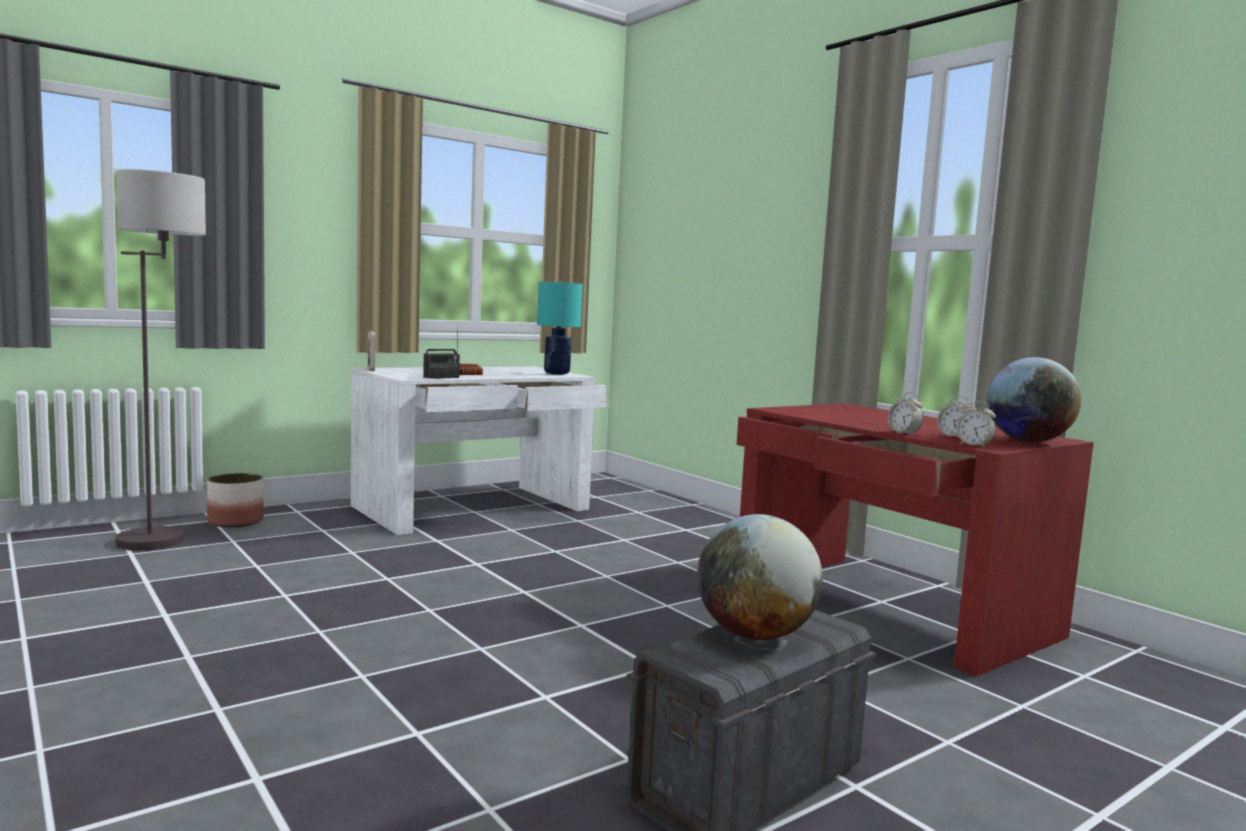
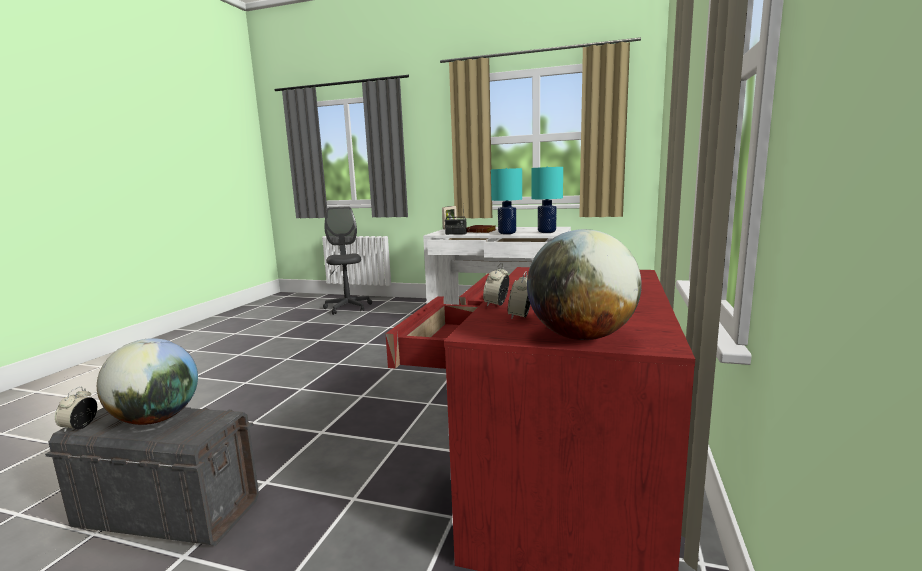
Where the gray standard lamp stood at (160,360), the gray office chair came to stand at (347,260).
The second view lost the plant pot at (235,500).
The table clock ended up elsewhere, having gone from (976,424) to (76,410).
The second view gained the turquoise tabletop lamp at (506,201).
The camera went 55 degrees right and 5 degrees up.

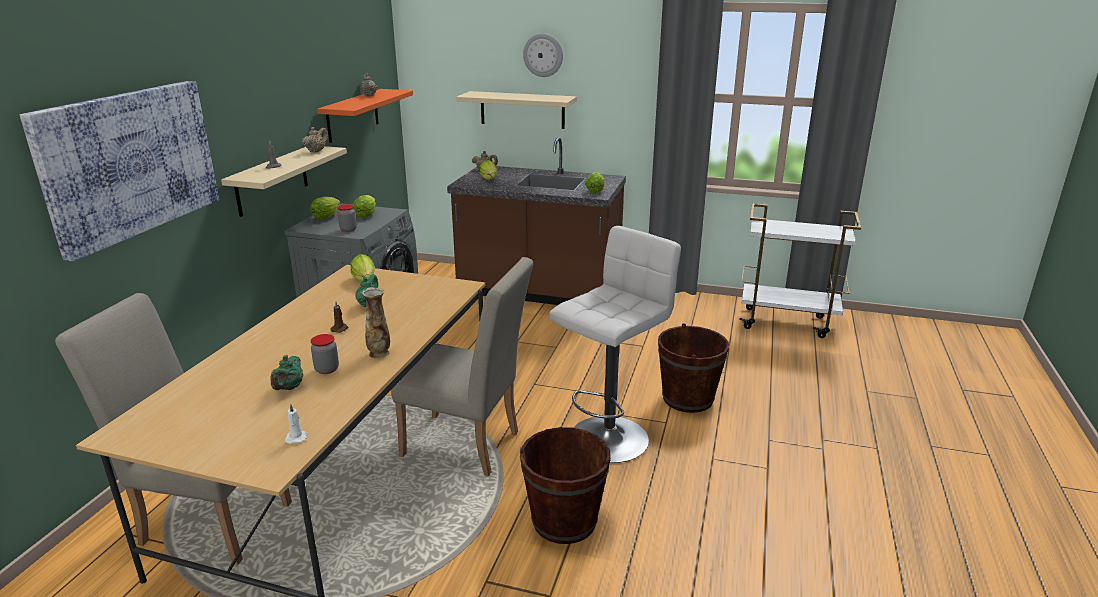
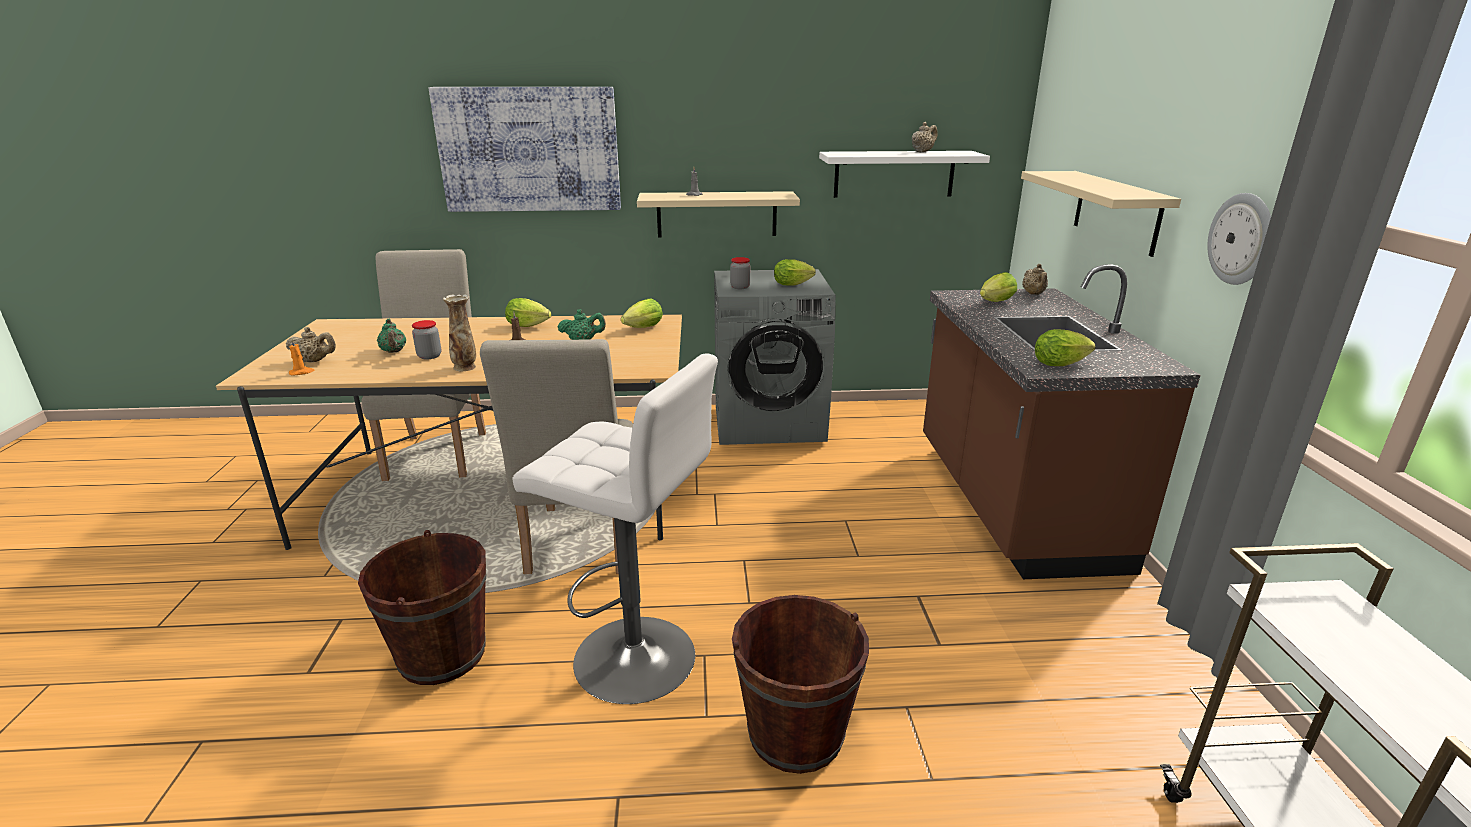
The green-coloured pot for tea at (286,372) ended up facing another way, 105 degrees counterclockwise from before.
What was the whitish candle at (296,423) turned into the orange candle at (302,356).
The sand-coloured pot for tea ended up elsewhere, having gone from (315,140) to (311,344).
The head of lettuce ended up elsewhere, having gone from (325,208) to (528,312).
What was the orange wall shelf at (365,116) turned into the whitish wall shelf at (904,174).
The wall clock ended up elsewhere, having gone from (543,55) to (1239,239).
The camera went 70 degrees right and 0 degrees up.

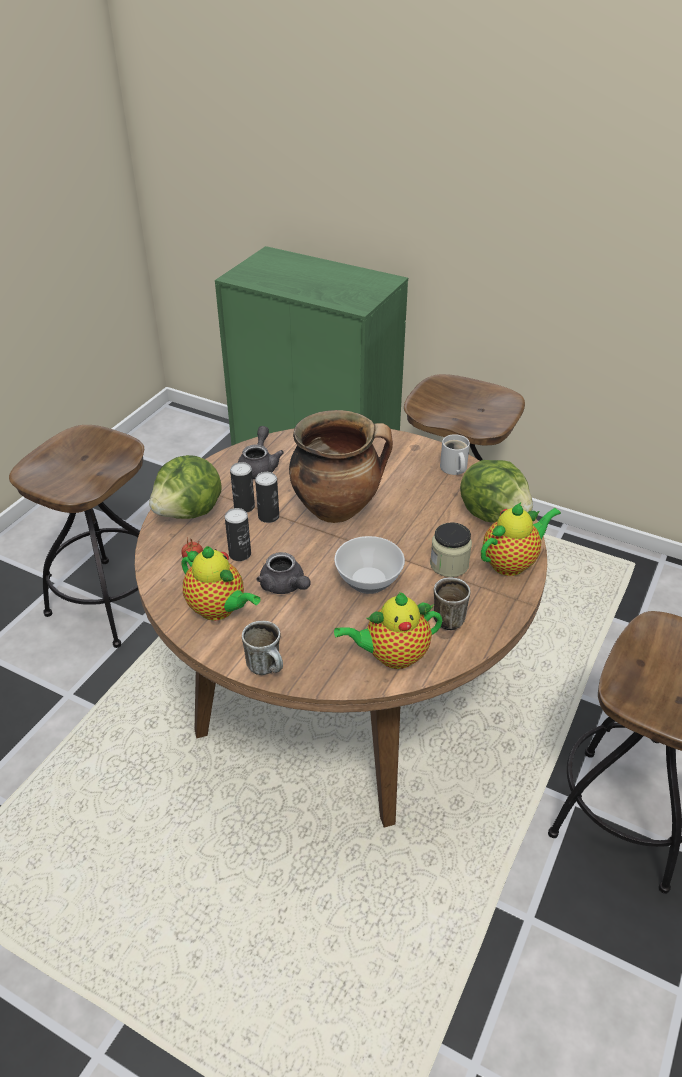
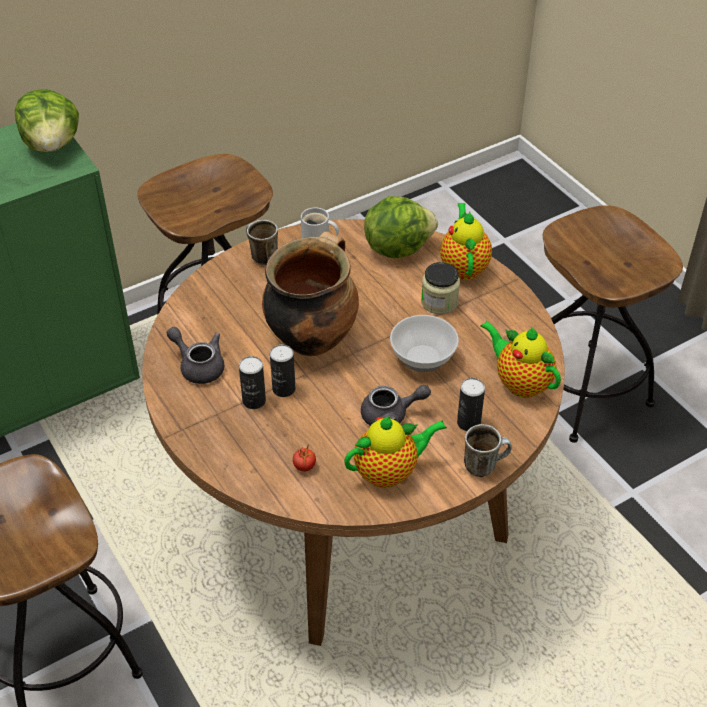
The head of lettuce ended up elsewhere, having gone from (185,487) to (46,120).
The sealed can ended up elsewhere, having gone from (238,534) to (471,404).
The pot for tea at (388,630) ended up facing another way, 120 degrees clockwise from before.
The mug ended up elsewhere, having gone from (452,603) to (262,242).
The camera went 60 degrees left and 5 degrees up.

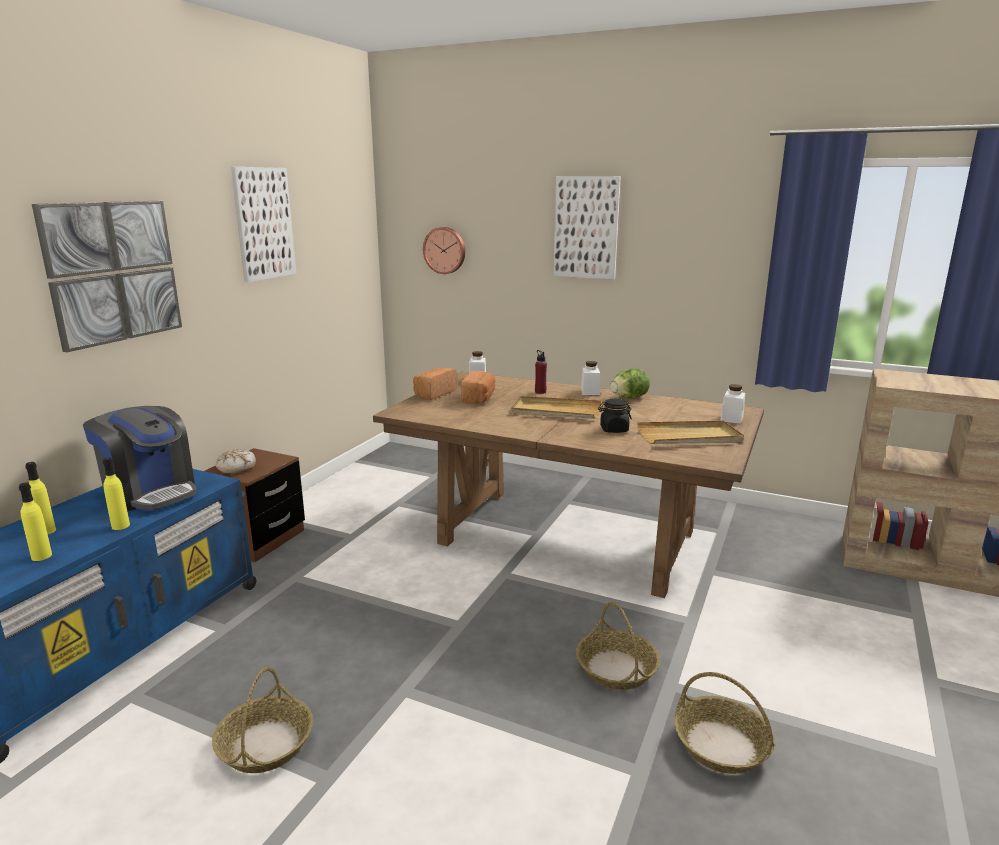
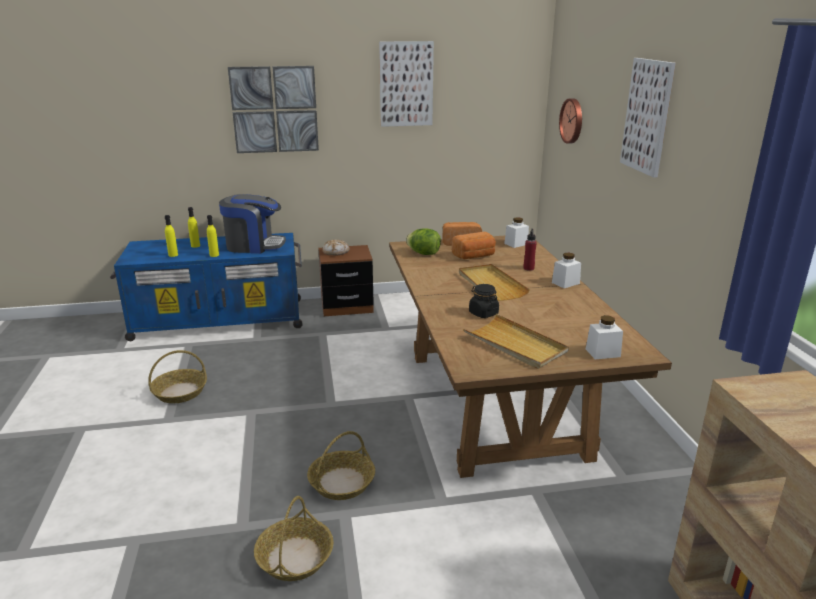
The coffee brewer at (140,458) ended up facing another way, 90 degrees counterclockwise from before.
The head of lettuce ended up elsewhere, having gone from (630,383) to (423,241).
The camera went 55 degrees right and 5 degrees up.

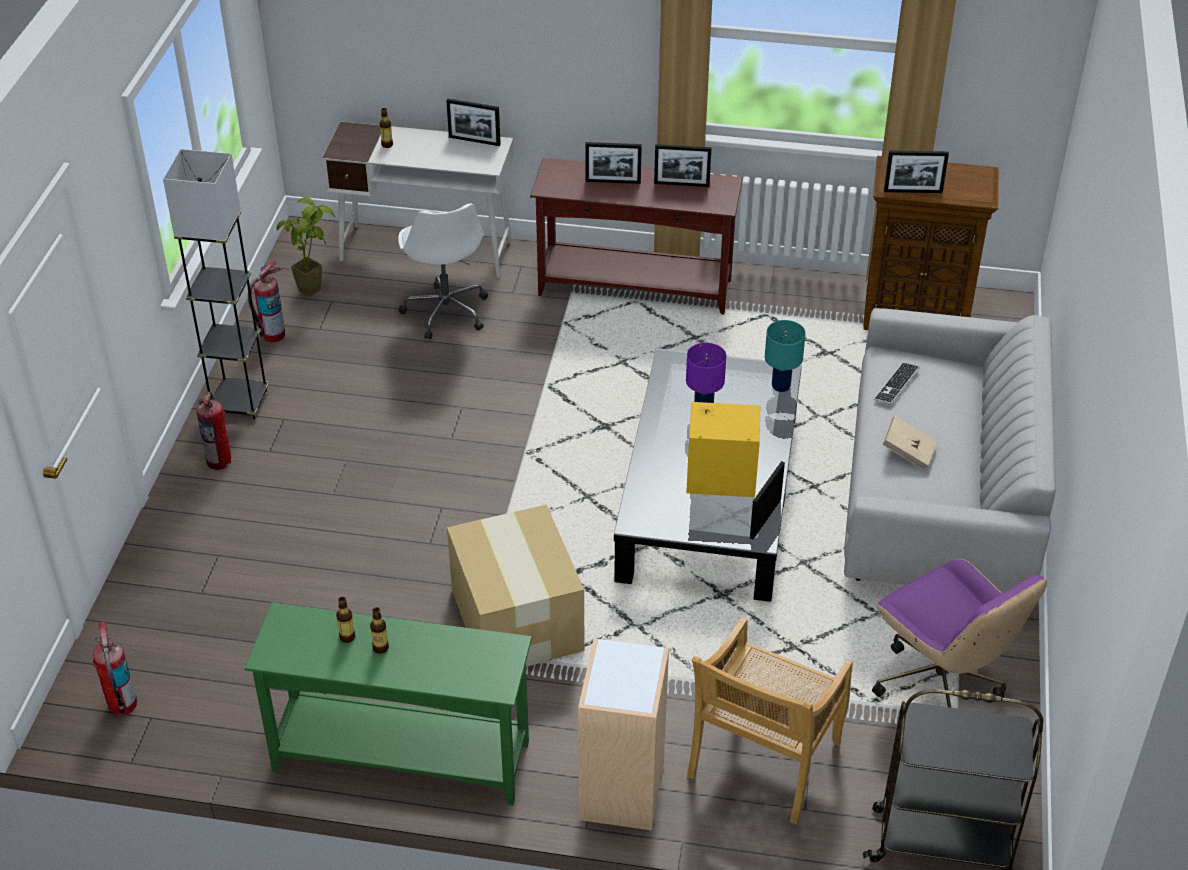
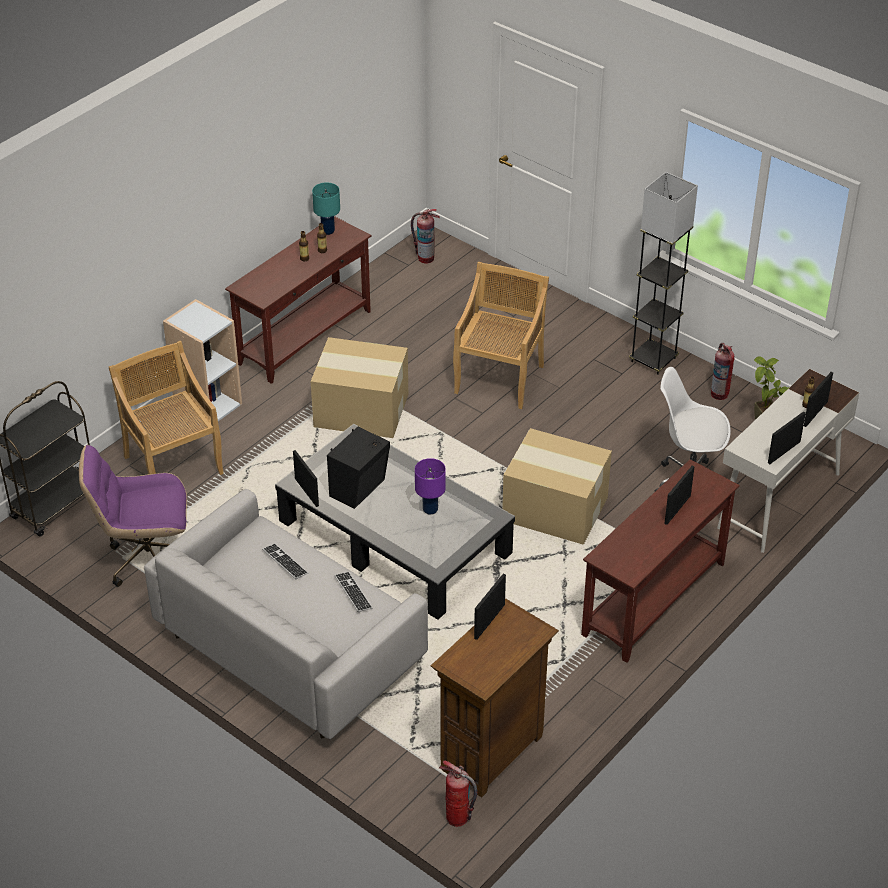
The extinguisher ended up elsewhere, having gone from (213,431) to (458,793).
What was the green-coloured narrow table at (388,704) turned into the brownish narrow table at (298,300).
The picture frame ended up elsewhere, having gone from (683,165) to (818,399).
What was the yellowish loudspeaker at (723,449) turned into the blackish loudspeaker at (358,468).
The turquoise tabletop lamp ended up elsewhere, having gone from (785,356) to (326,208).
Where the sand-coloured volume stood at (909,443), the computer keyboard came to stand at (285,561).
The second view gained the sand-coloured plain chair at (501,335).
The second view gained the packing box at (557,486).
The camera went 120 degrees right and 0 degrees up.

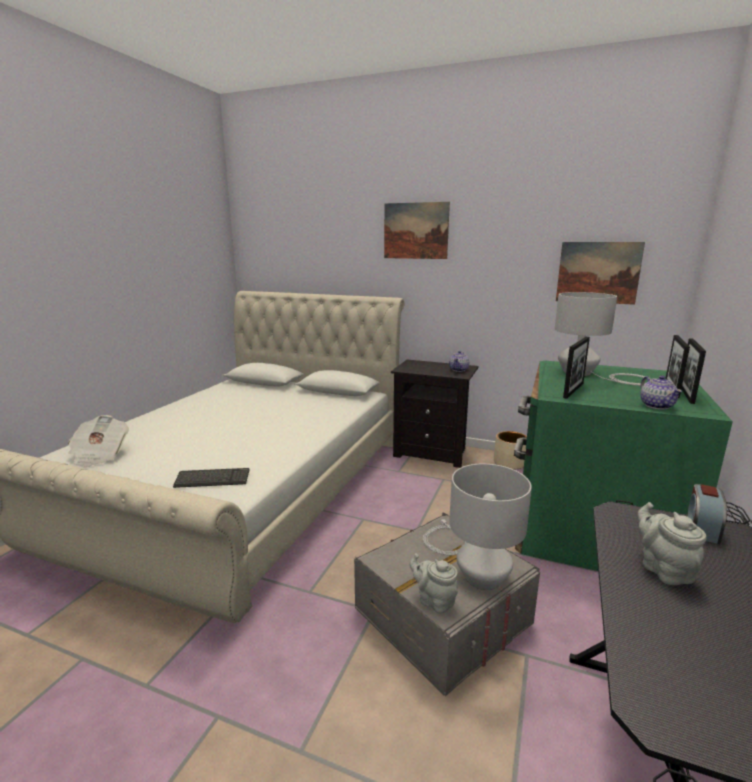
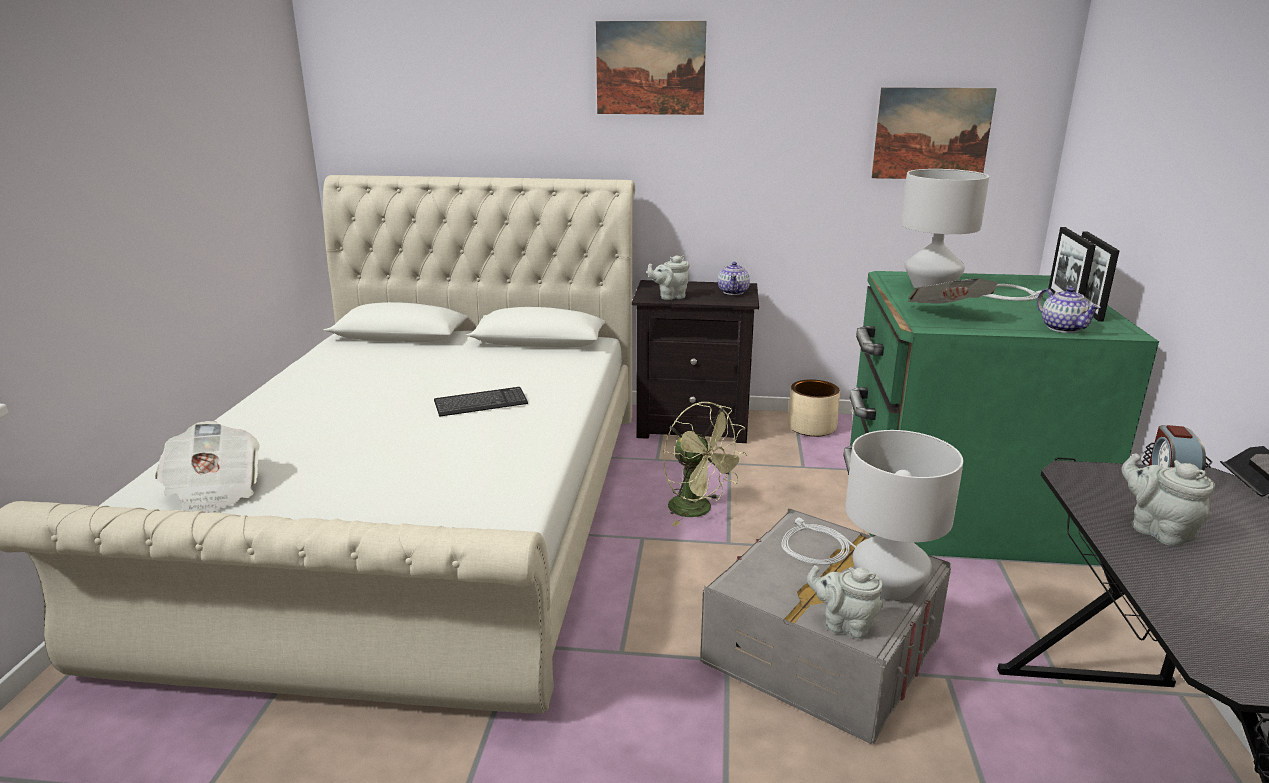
The computer keyboard ended up elsewhere, having gone from (211,478) to (481,402).
Where the picture frame stood at (576,368), the printed paper came to stand at (953,291).
The second view gained the gray pot for tea at (668,277).
The second view gained the green-coloured fan at (705,464).
The camera went 15 degrees left and 5 degrees up.

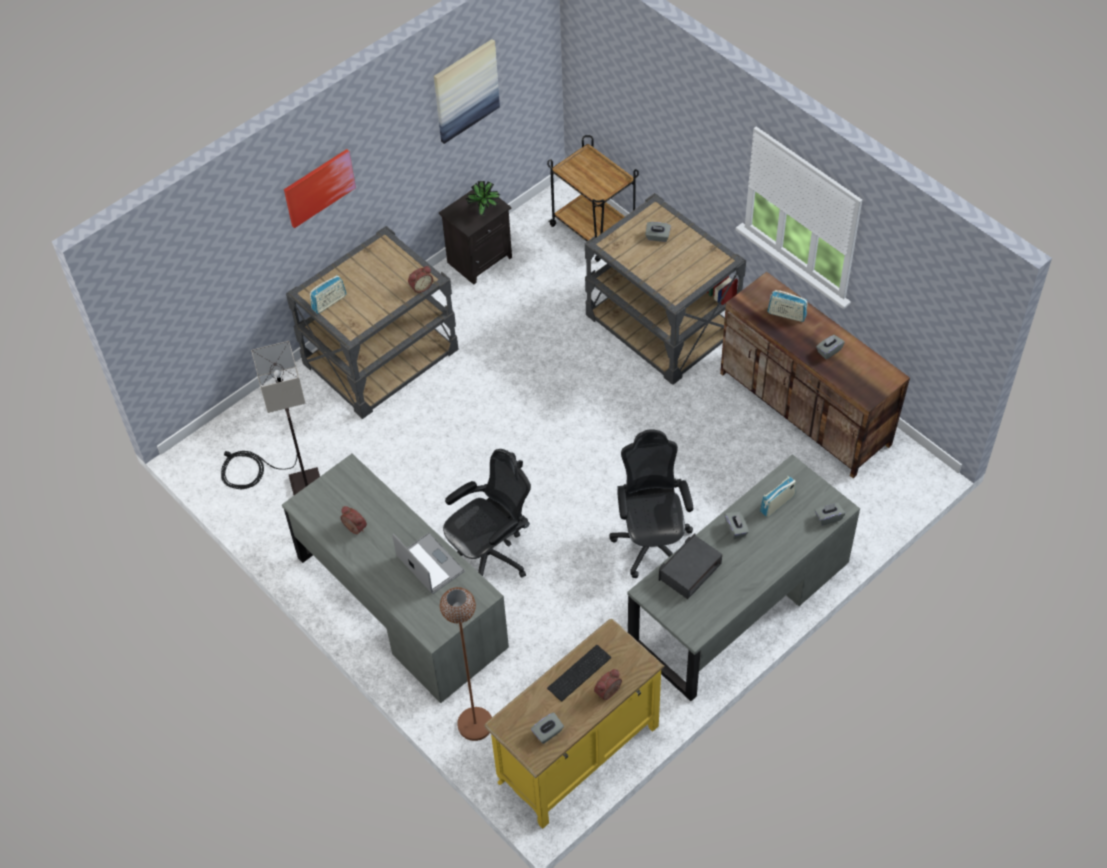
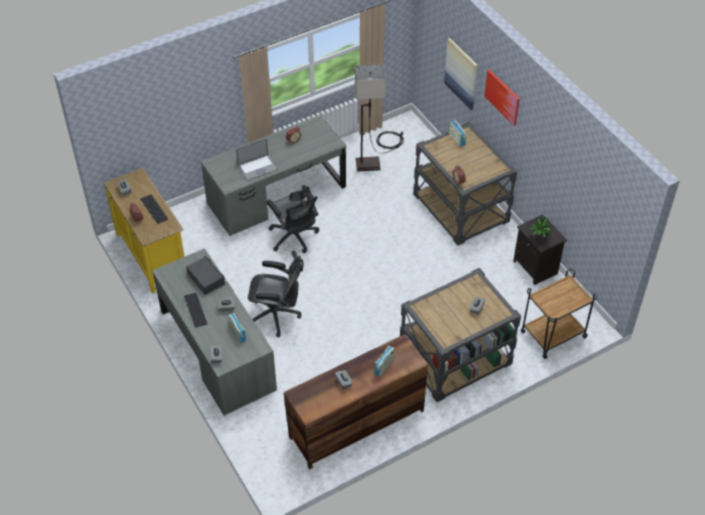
The wall art ended up elsewhere, having gone from (467,91) to (461,74).
The second view lost the brownish standard lamp at (466,664).
The second view gained the computer keyboard at (195,310).
The camera went 100 degrees right and 5 degrees down.

